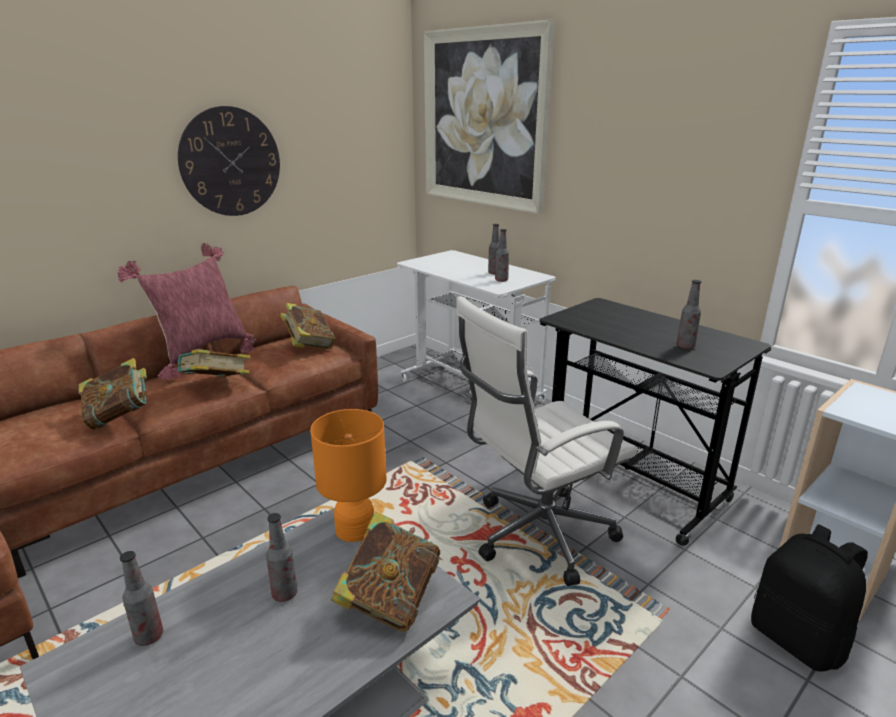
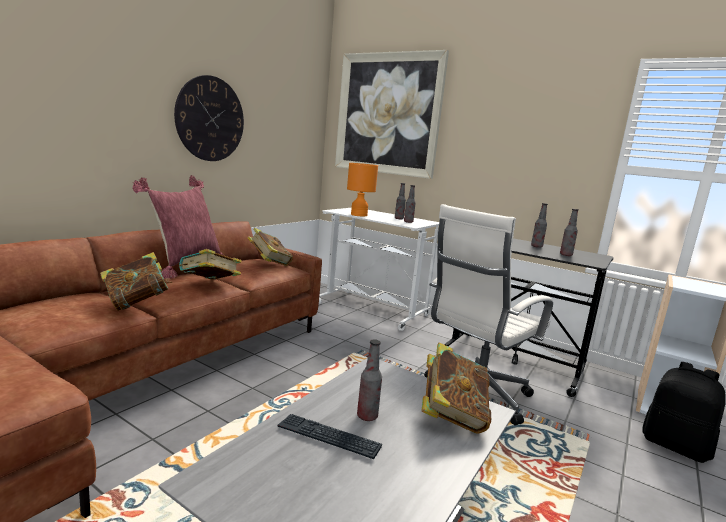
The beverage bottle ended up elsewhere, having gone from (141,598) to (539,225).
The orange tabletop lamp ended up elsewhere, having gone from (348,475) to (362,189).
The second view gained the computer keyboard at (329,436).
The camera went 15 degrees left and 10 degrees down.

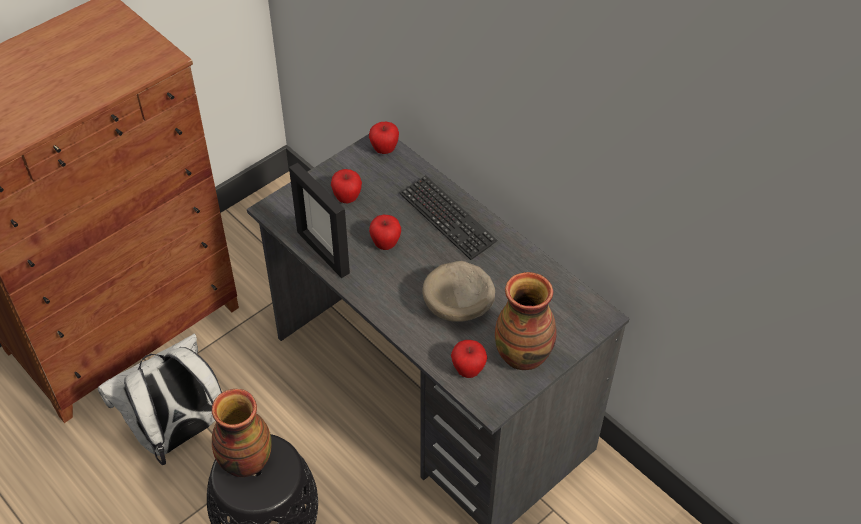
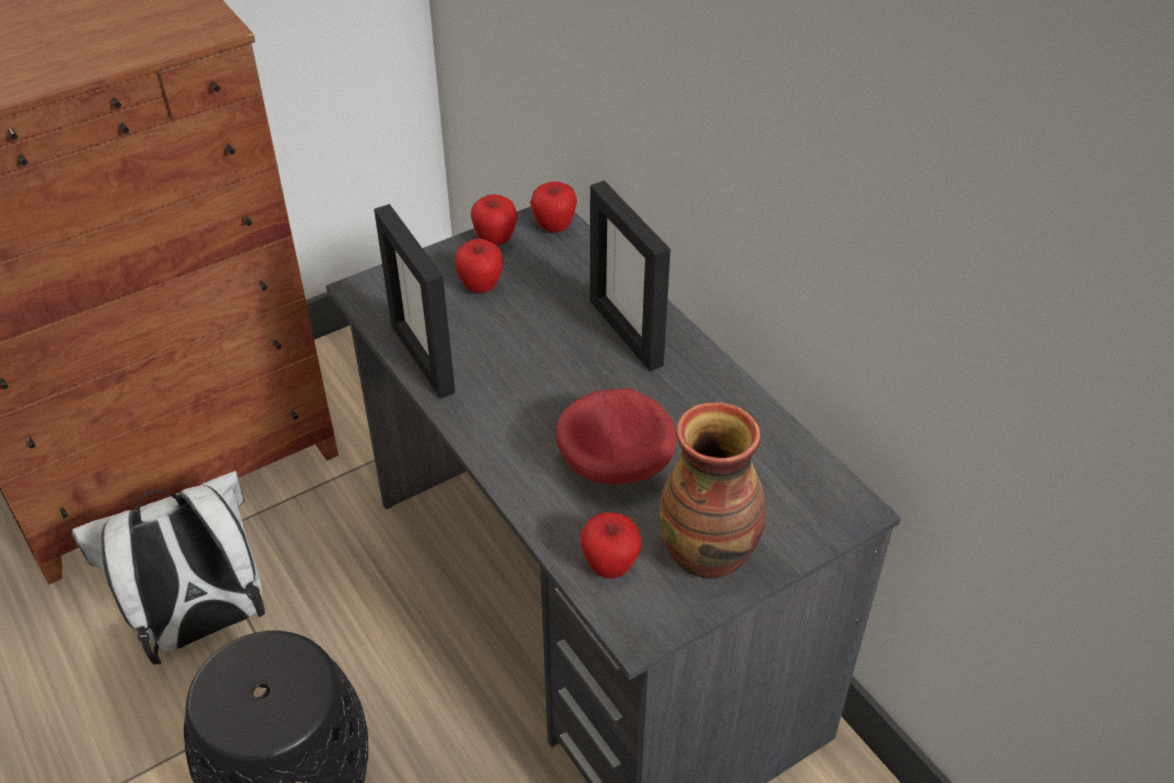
The second view lost the decorative vase at (242,433).
The whole apple ended up elsewhere, having gone from (385,232) to (494,220).
Where the computer keyboard stood at (449,217), the picture frame came to stand at (630,276).
What was the sand-coloured deep dish at (459,291) turned into the red deep dish at (616,436).
The camera went 10 degrees right and 5 degrees down.

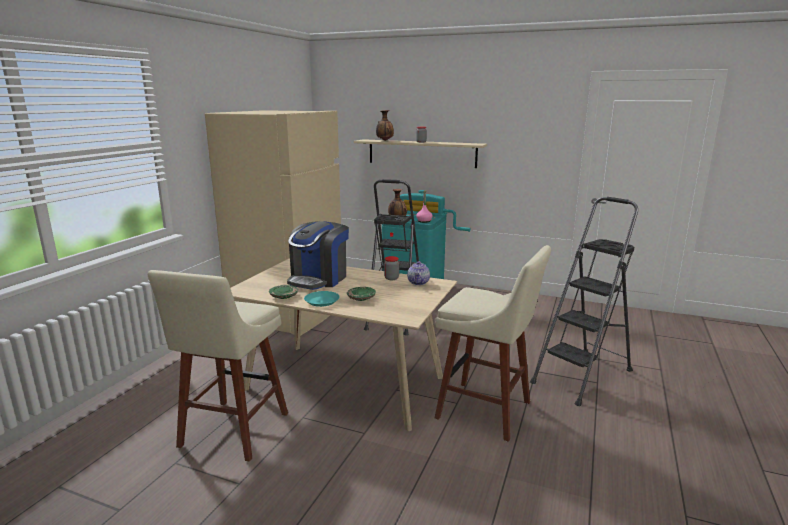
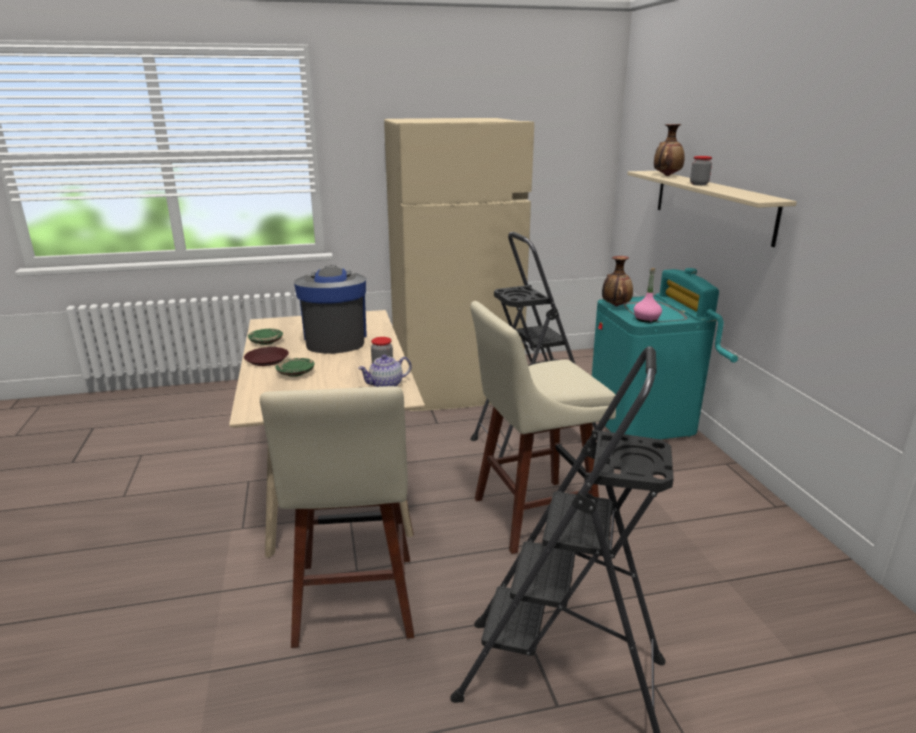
The sand-coloured stool seat ended up elsewhere, having gone from (218,366) to (543,427).
The coffee brewer at (318,255) ended up facing another way, 90 degrees clockwise from before.
What was the turquoise dinner plate at (322,299) turned into the brownish dinner plate at (266,356).
The camera went 55 degrees right and 5 degrees up.

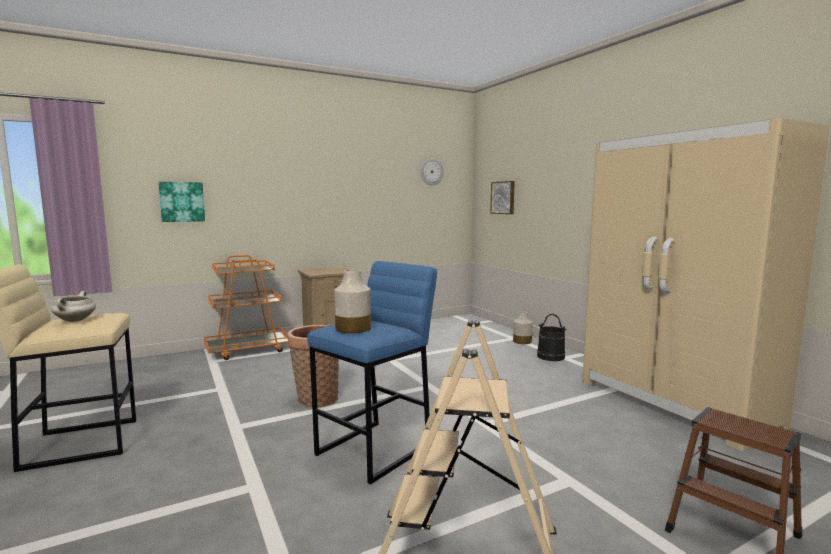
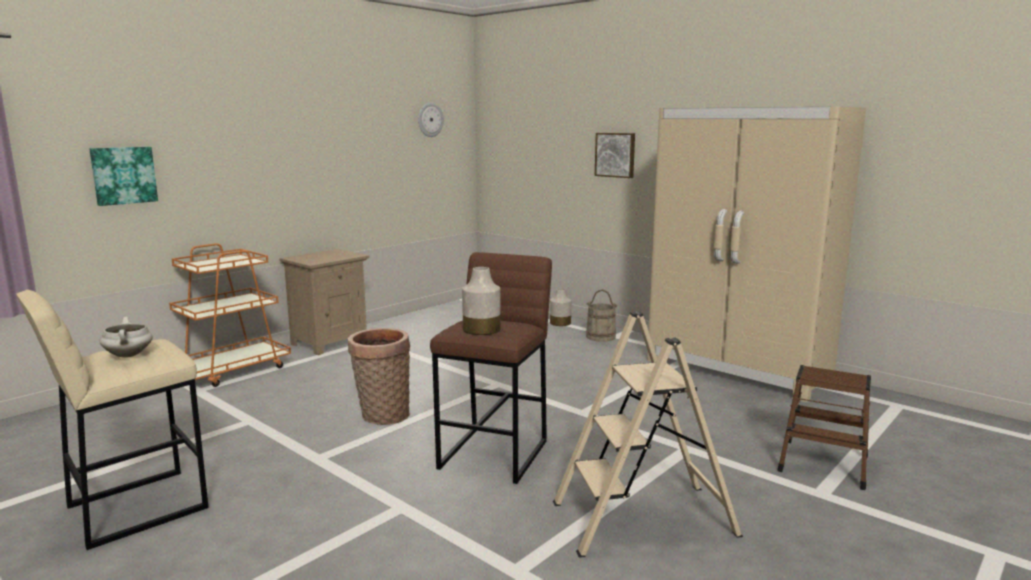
What was the blue stool seat at (372,373) turned into the brownish stool seat at (491,368).
The wall art ended up elsewhere, having gone from (502,197) to (615,155).
What was the blackish pail at (552,337) turned into the sand-coloured pail at (602,315).
The camera went 20 degrees left and 5 degrees up.

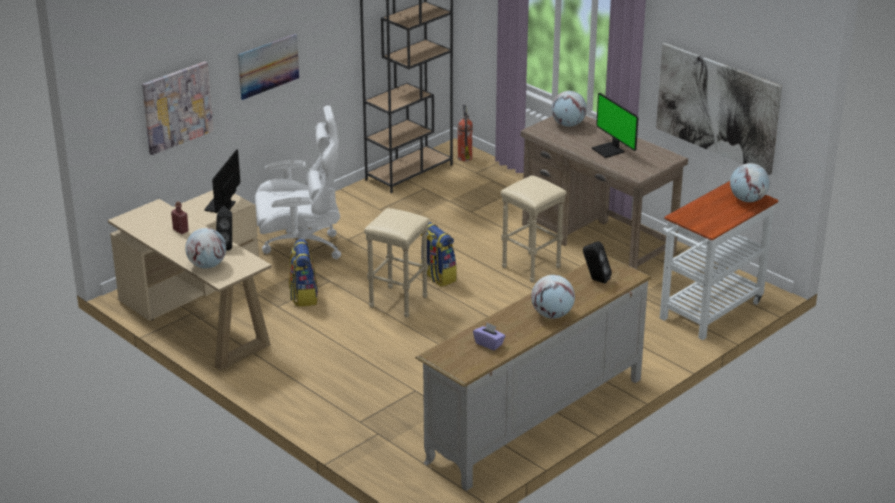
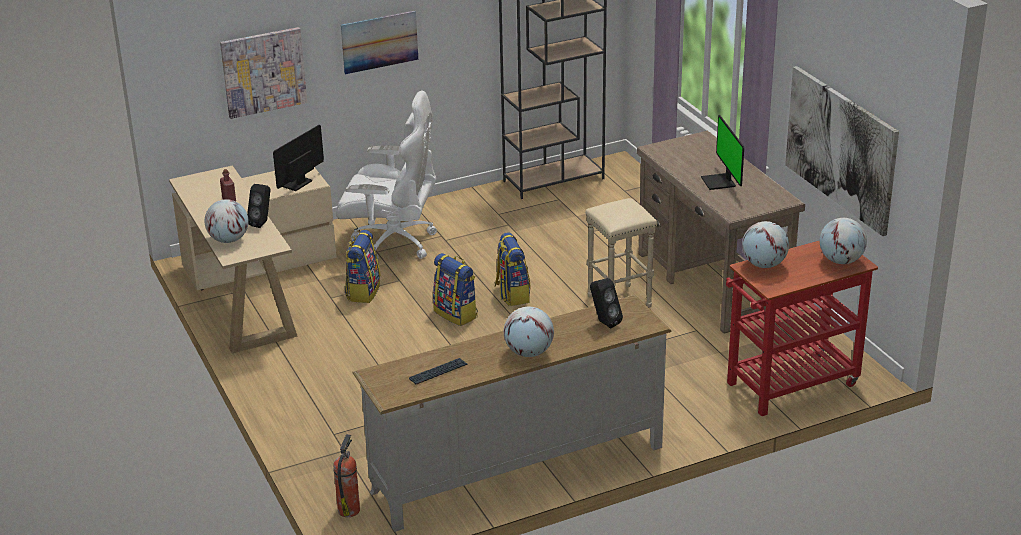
Where the sand-coloured stool seat stood at (397,263), the backpack came to stand at (455,289).
The extinguisher ended up elsewhere, having gone from (465,133) to (346,475).
Where the purple tissue box stood at (489,337), the computer keyboard came to stand at (438,371).
The world globe ended up elsewhere, having gone from (569,109) to (765,244).
What was the whitish wheeled cart at (719,260) turned into the red wheeled cart at (802,328).
The camera went 20 degrees right and 0 degrees up.

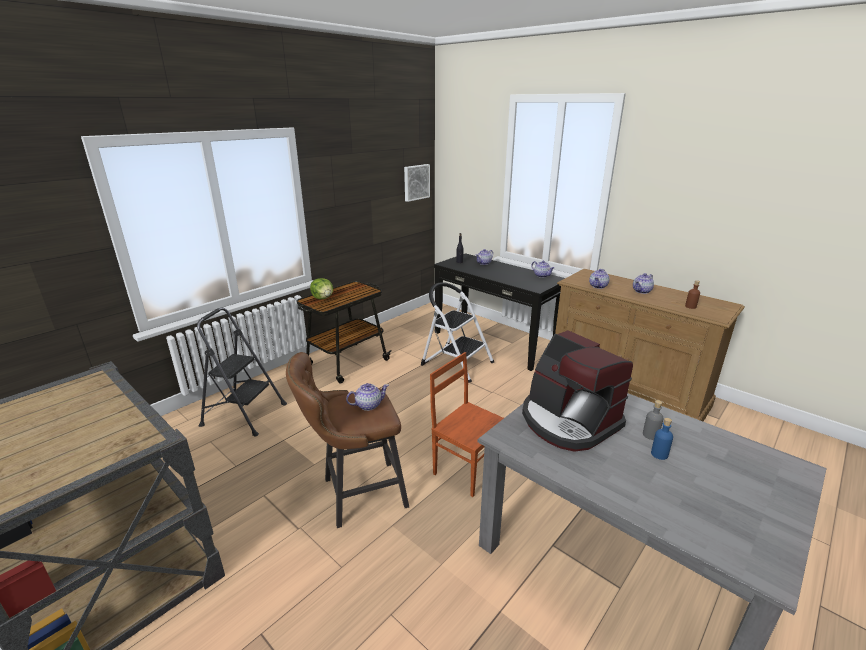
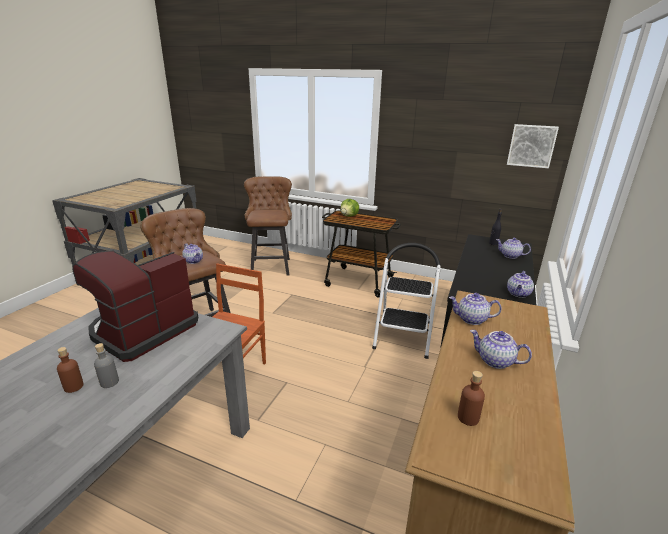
Where the blackish stepladder stood at (242,372), the brownish stool seat came to stand at (268,226).
What was the blue beverage bottle at (662,439) turned into the brownish beverage bottle at (70,370).
The camera went 70 degrees right and 0 degrees up.

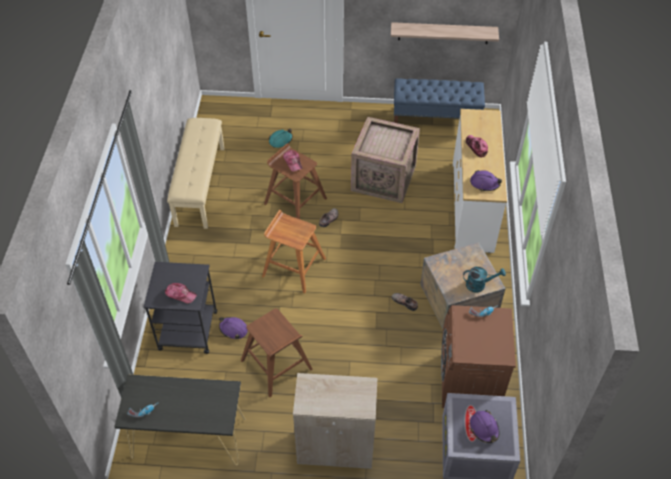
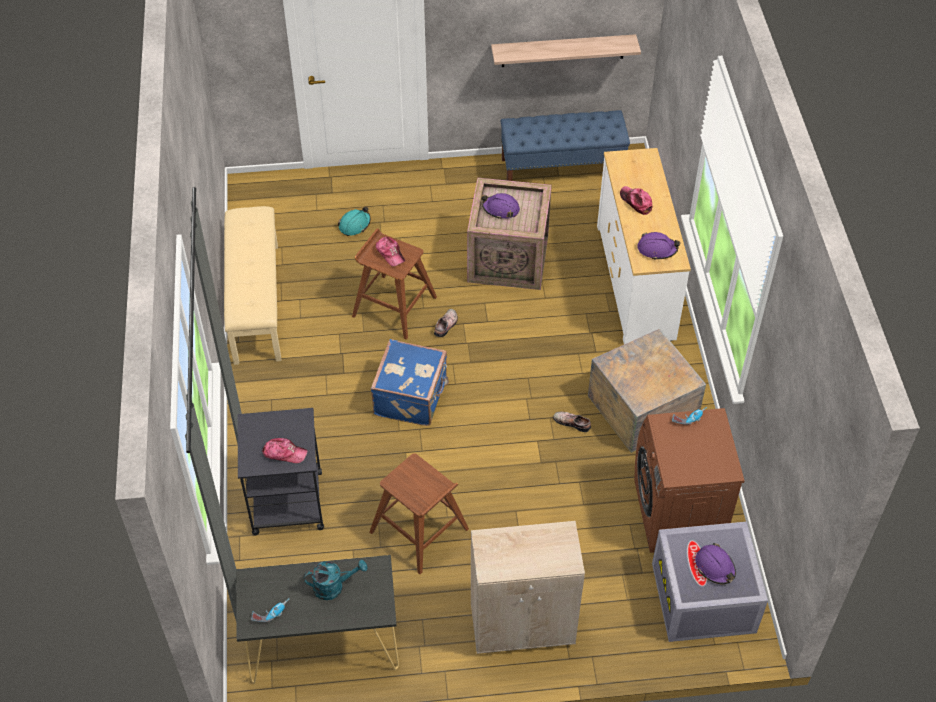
The purple work helmet ended up elsewhere, having gone from (233,328) to (500,206).
Where the brownish stool seat stood at (294,251), the blue suitcase came to stand at (410,382).
The turquoise watering pot ended up elsewhere, having gone from (484,279) to (335,580).
The camera went 10 degrees left and 0 degrees up.

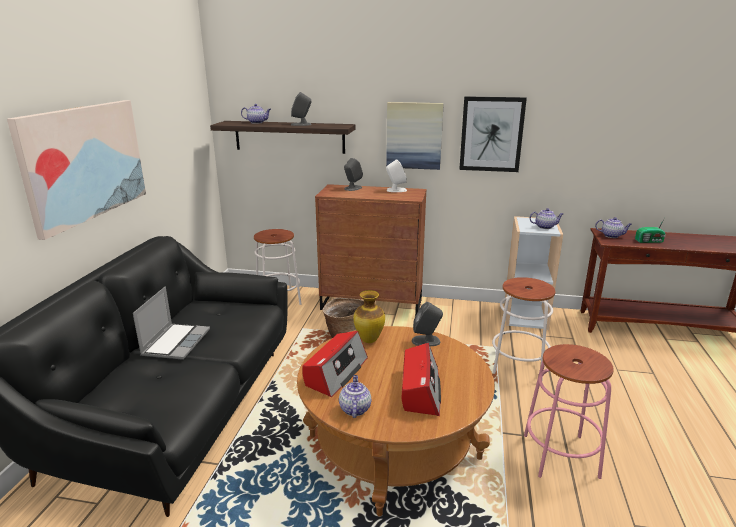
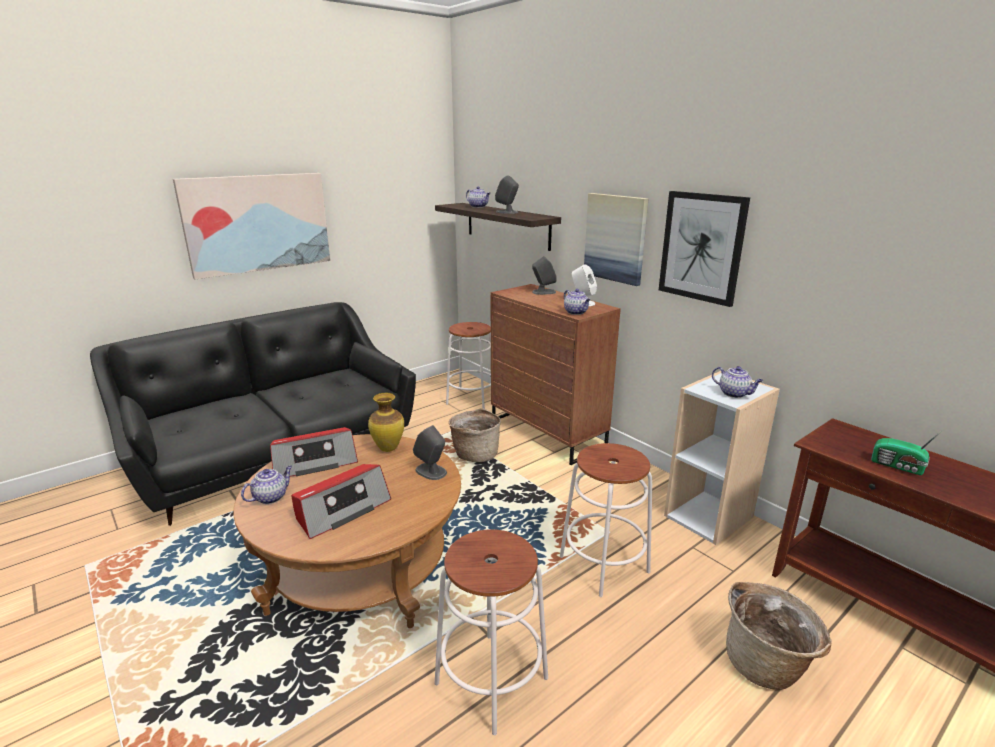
The second view lost the laptop at (171,323).
What was the pinkish stool seat at (569,411) turned into the whitish stool seat at (491,632).
The pot for tea ended up elsewhere, having gone from (613,227) to (577,302).
The second view gained the storage basket at (779,636).
The camera went 40 degrees right and 0 degrees up.

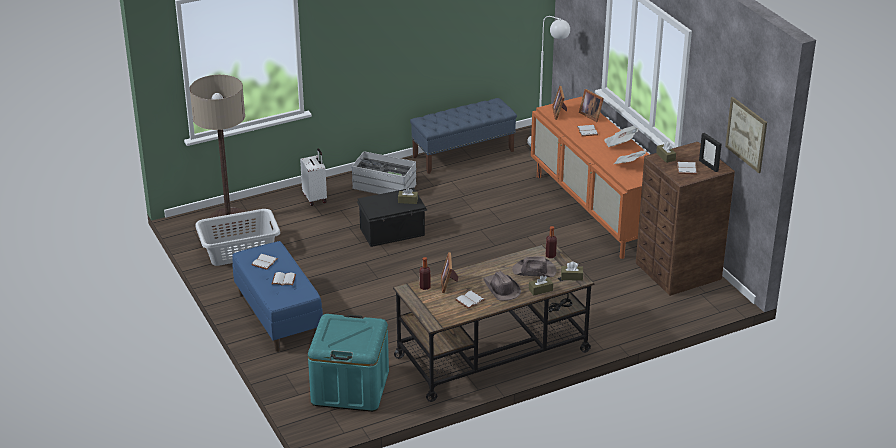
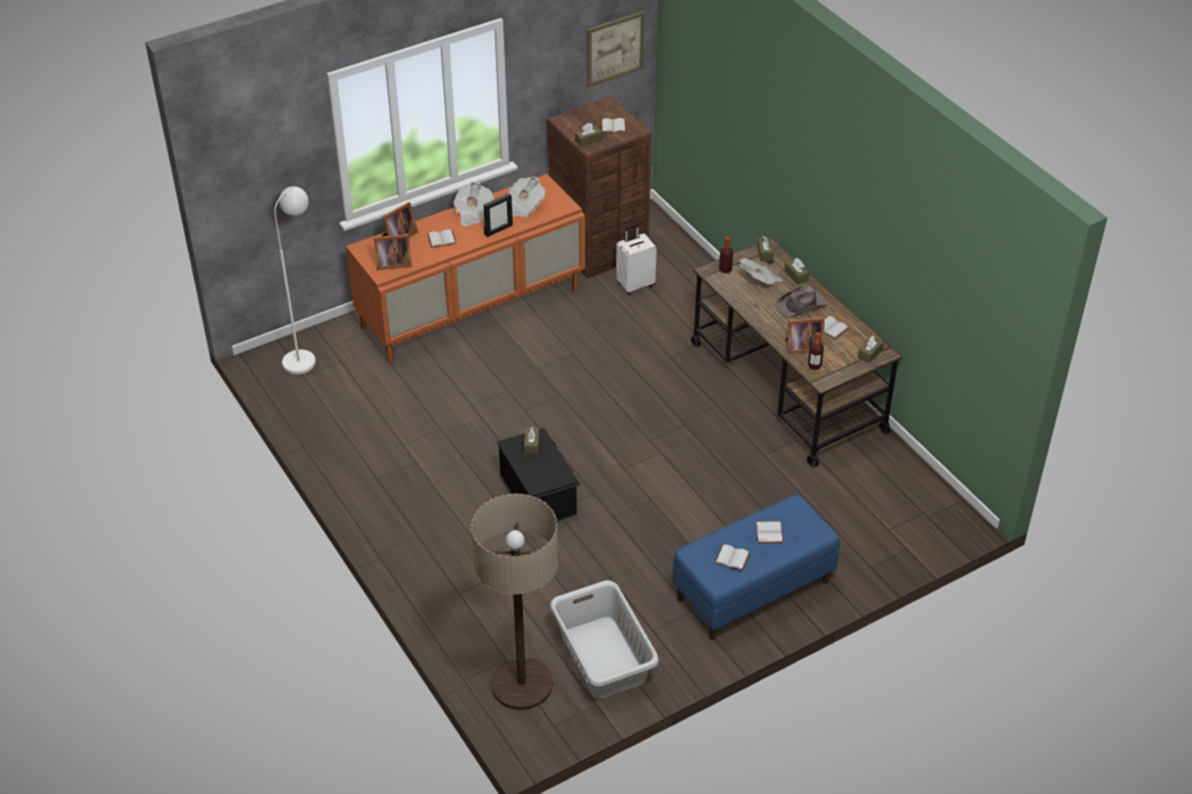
The whitish suitcase ended up elsewhere, having gone from (313,177) to (636,259).
The second view lost the turquoise storage bin at (348,363).
The second view lost the gray storage bin at (384,172).
The second view lost the blue long seat at (463,136).
Where the brownish clothing hat stood at (534,266), the printed paper came to stand at (761,271).
The picture frame ended up elsewhere, having gone from (710,152) to (498,215).
The second view gained the brownish tissue box at (871,349).
The camera went 95 degrees left and 10 degrees up.

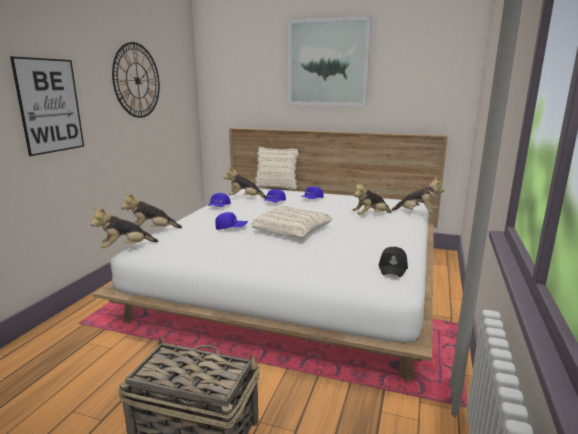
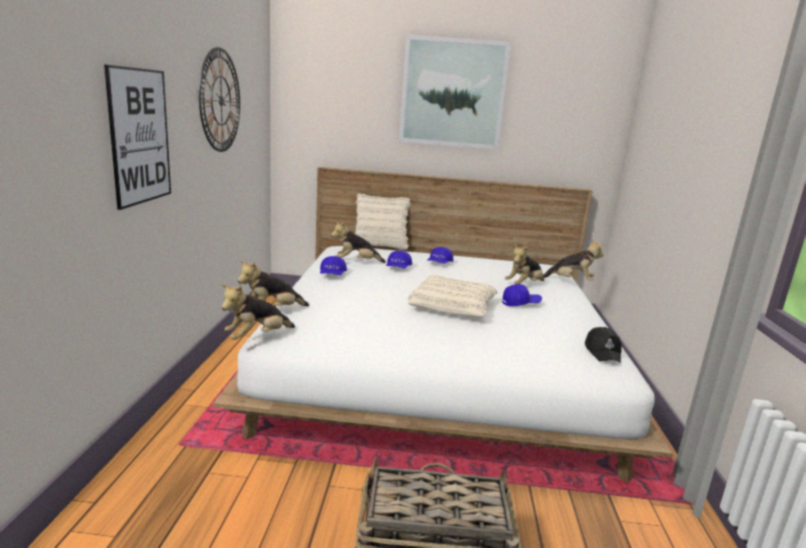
The blue baseball cap ended up elsewhere, having gone from (231,221) to (522,295).
The camera went 15 degrees left and 0 degrees up.

